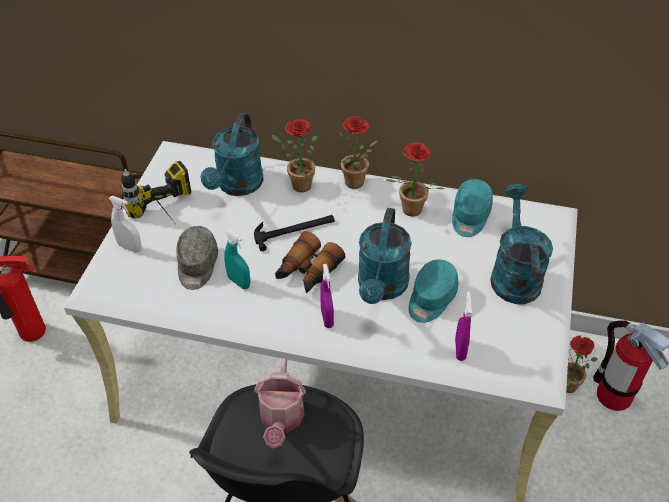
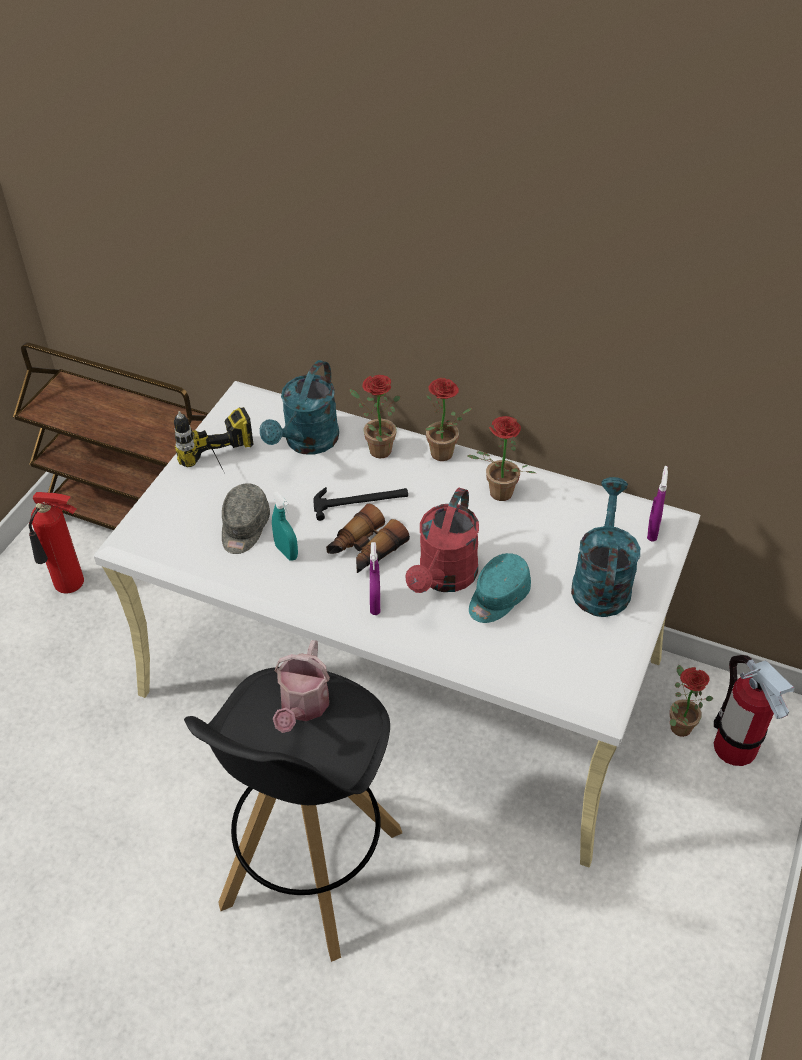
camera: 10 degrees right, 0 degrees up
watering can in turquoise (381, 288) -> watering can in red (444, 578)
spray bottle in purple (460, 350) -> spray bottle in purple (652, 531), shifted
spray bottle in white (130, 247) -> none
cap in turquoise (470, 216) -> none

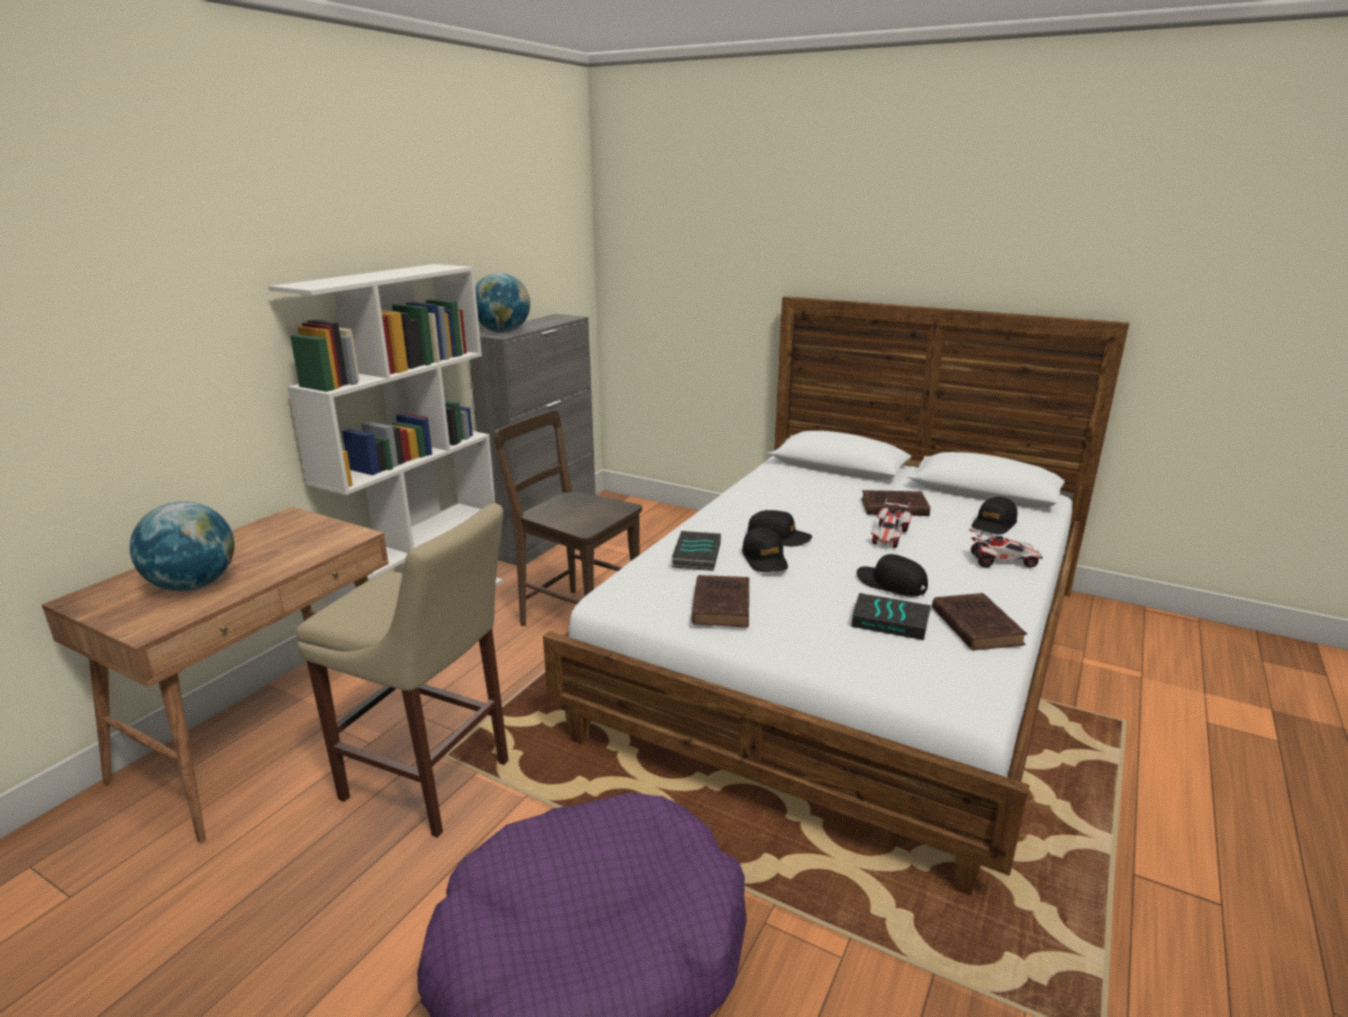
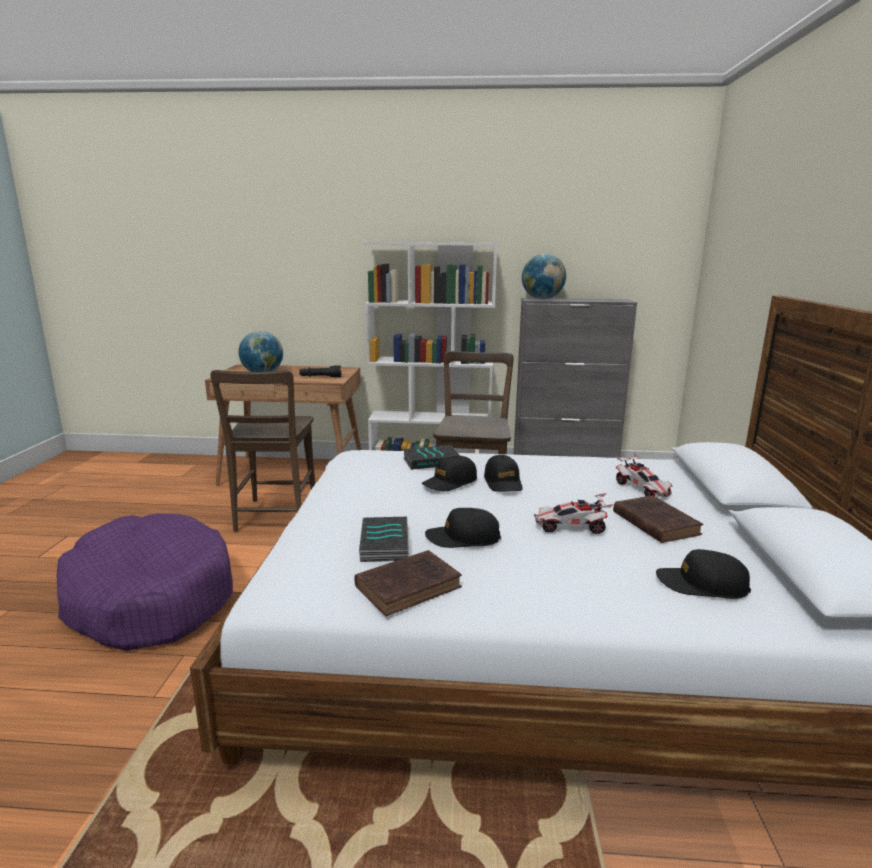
camera: 65 degrees right, 5 degrees down
stool in beige (432, 783) -> chair in brown (275, 518)
none -> flashlight in black (320, 377)
cap in black (891, 584) -> cap in black (463, 538), 105 degrees counterclockwise
toy car (1002, 562) -> toy car (642, 489), shifted
book in brown (721, 604) -> none

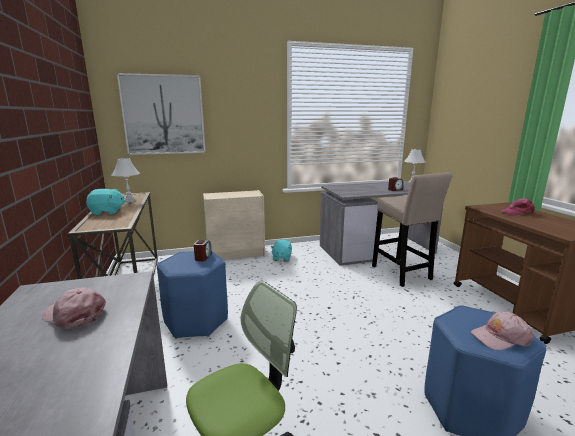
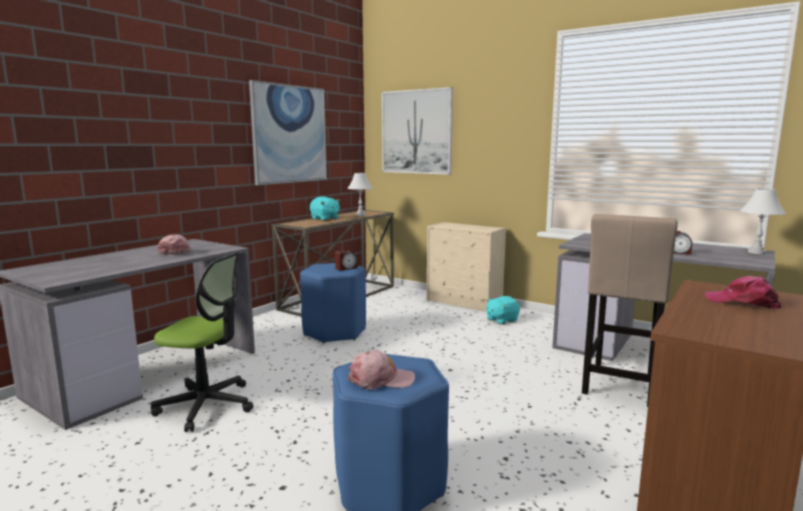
camera: 50 degrees right, 5 degrees down
none -> picture (290, 134)
cap in pink (500, 337) -> cap in pink (380, 379), 135 degrees clockwise

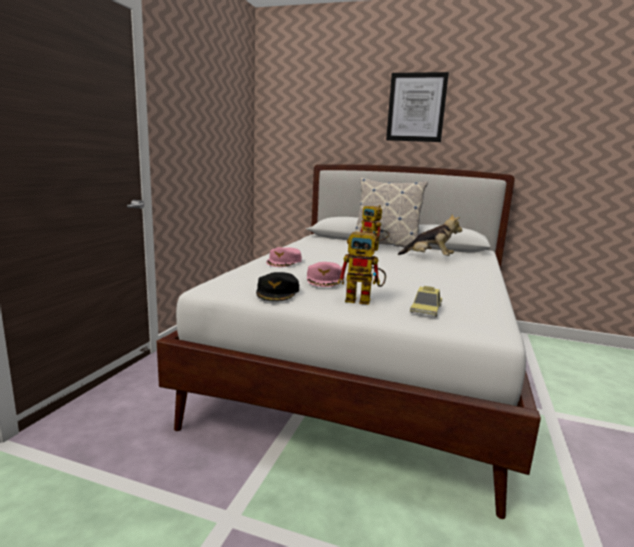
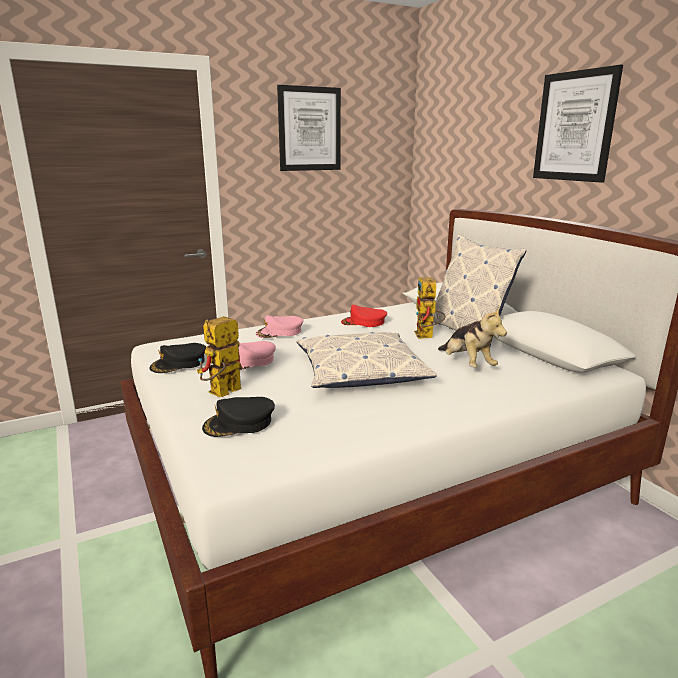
camera: 45 degrees right, 5 degrees up
toy robot (364, 300) -> toy robot (221, 394), 75 degrees clockwise
toy car (426, 309) -> cap in black (239, 423)
none -> picture (309, 129)
none -> pillow (360, 372)
none -> cap in red (364, 322)

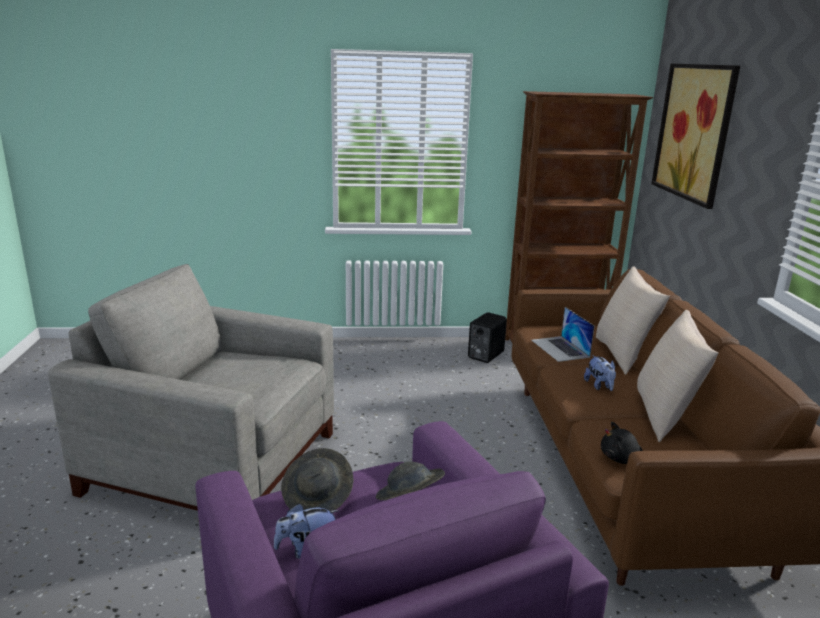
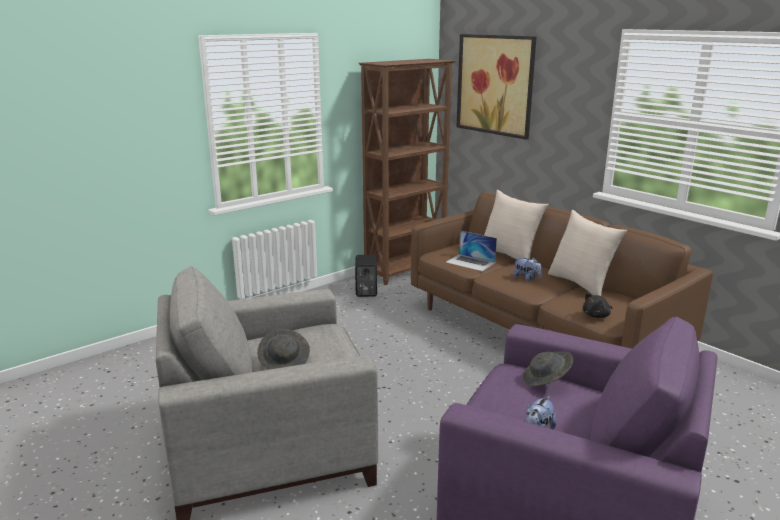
camera: 35 degrees left, 0 degrees up
hat in grey (318, 497) -> hat in grey (285, 361), shifted

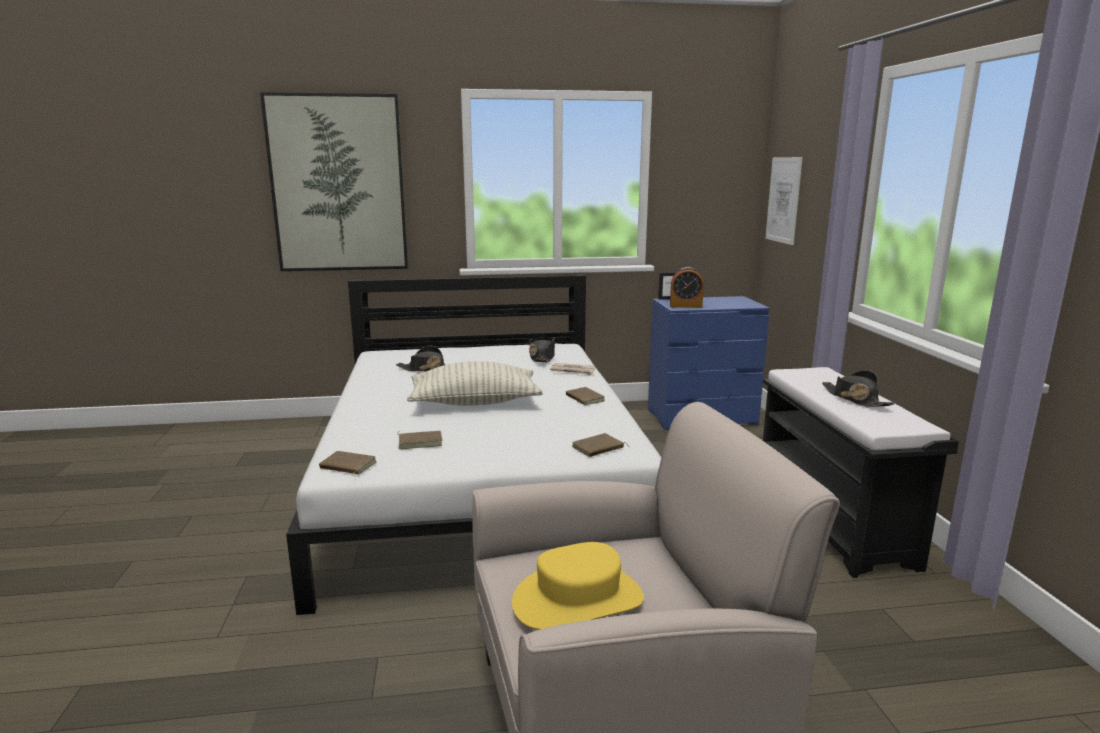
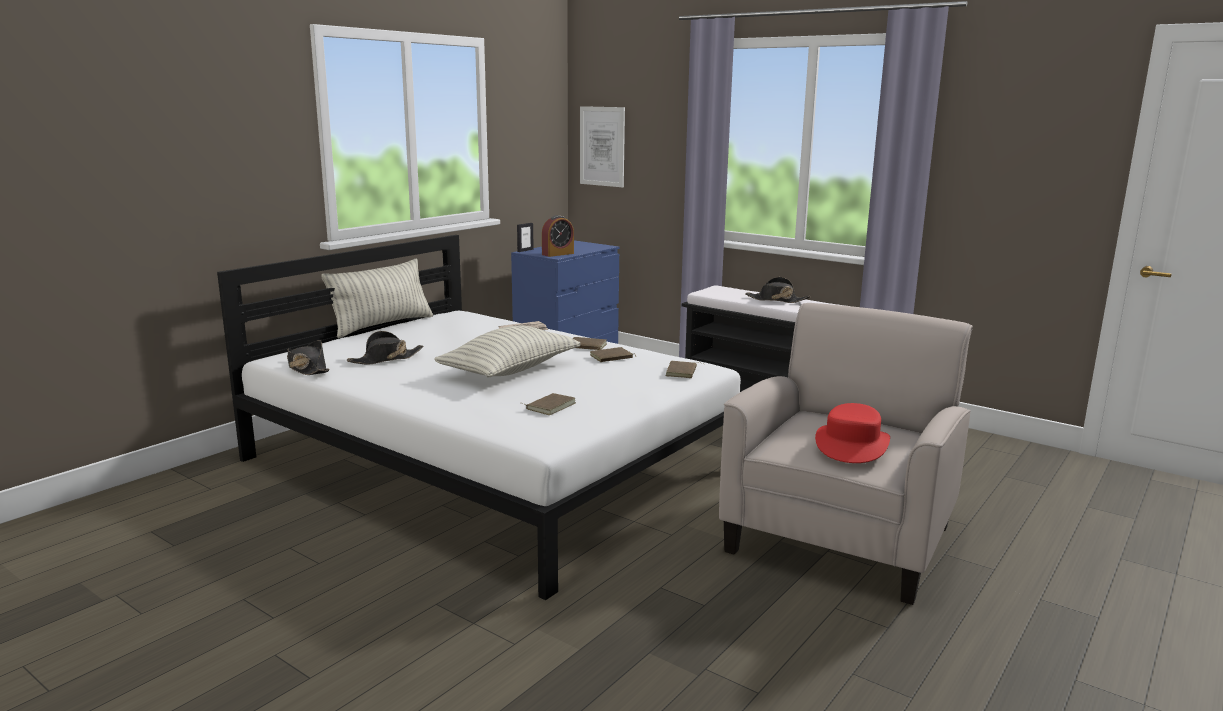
camera: 45 degrees left, 0 degrees up
hat in black (542, 357) -> hat in black (307, 369), shifted
none -> pillow (382, 325)
book in brown (347, 466) -> book in brown (611, 357), shifted
hat in yellow (578, 599) -> hat in red (851, 445)
picture (338, 184) -> none

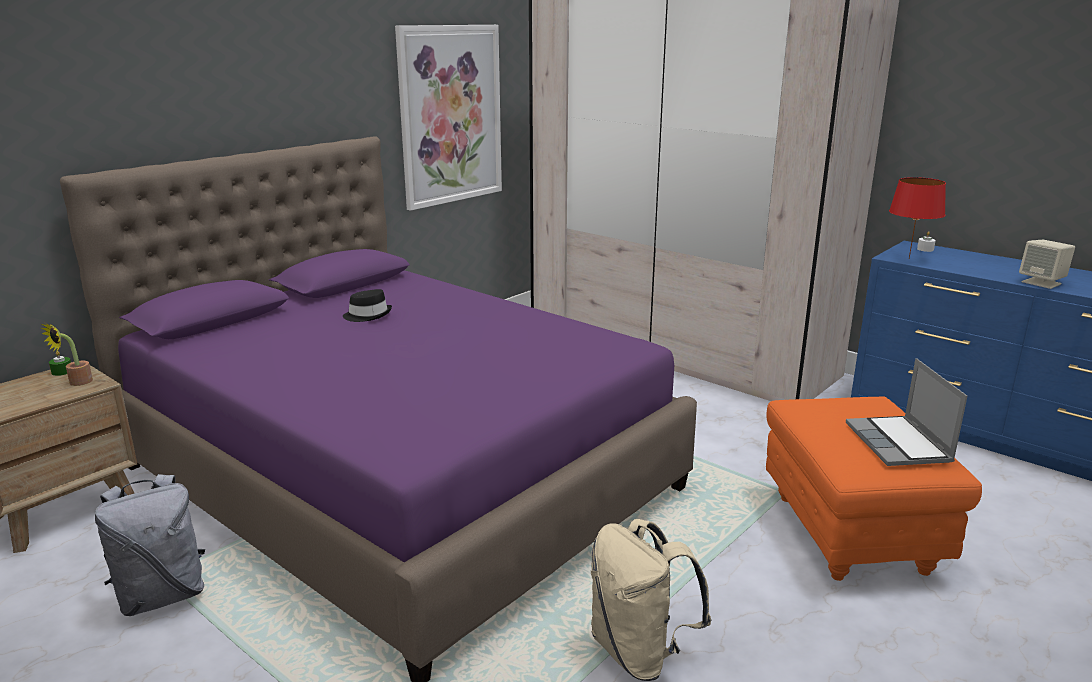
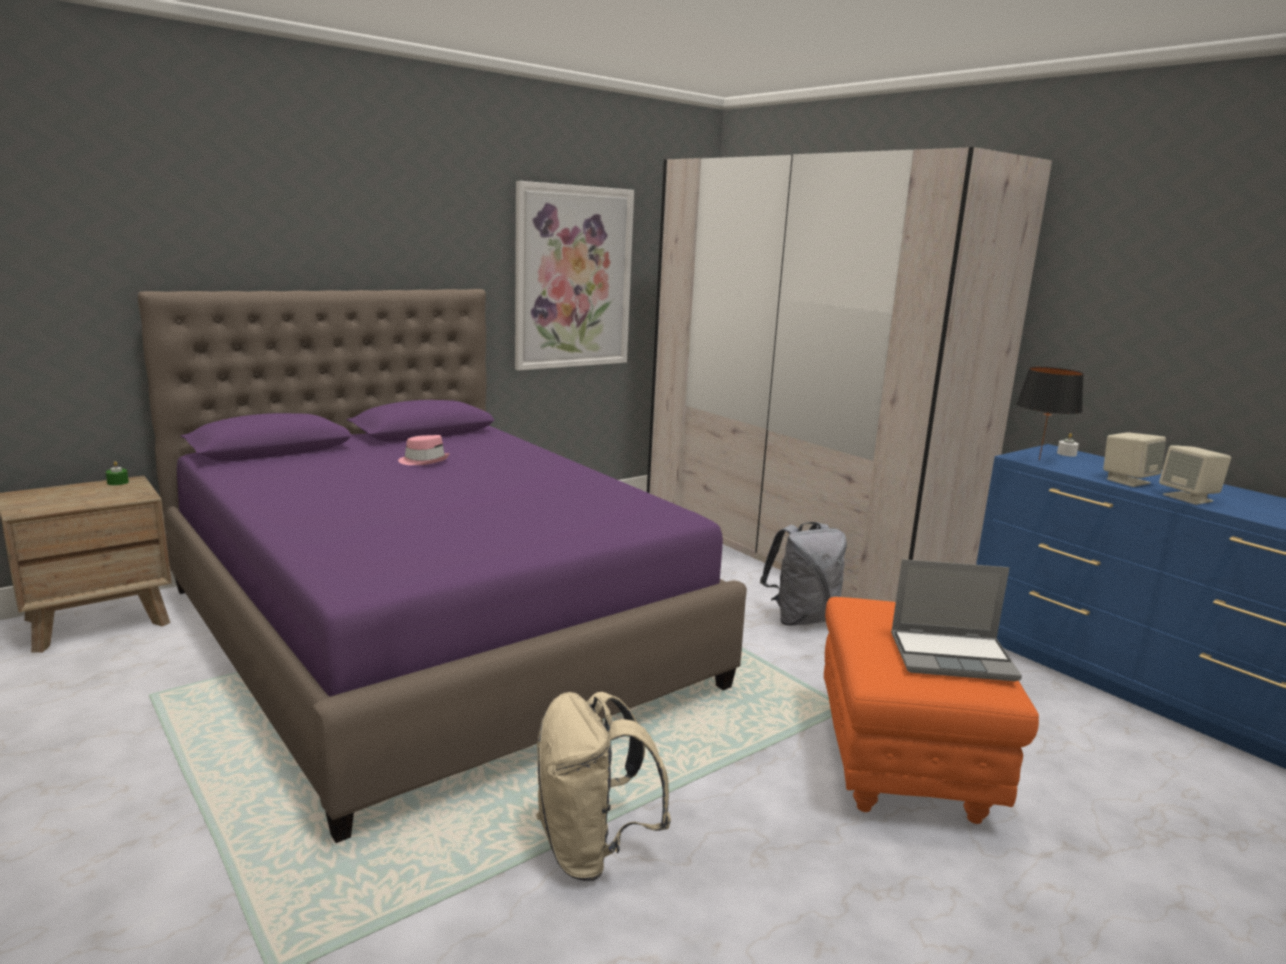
camera: 10 degrees right, 5 degrees down
hat in black (368, 315) -> hat in pink (424, 461)
backpack in grey (162, 595) -> backpack in grey (802, 619), shifted
laptop (899, 444) -> laptop (953, 657), 90 degrees counterclockwise
table lamp in red (908, 258) -> table lamp in black (1038, 460)
none -> speaker in beige (1127, 481)
potted plant (76, 383) -> none

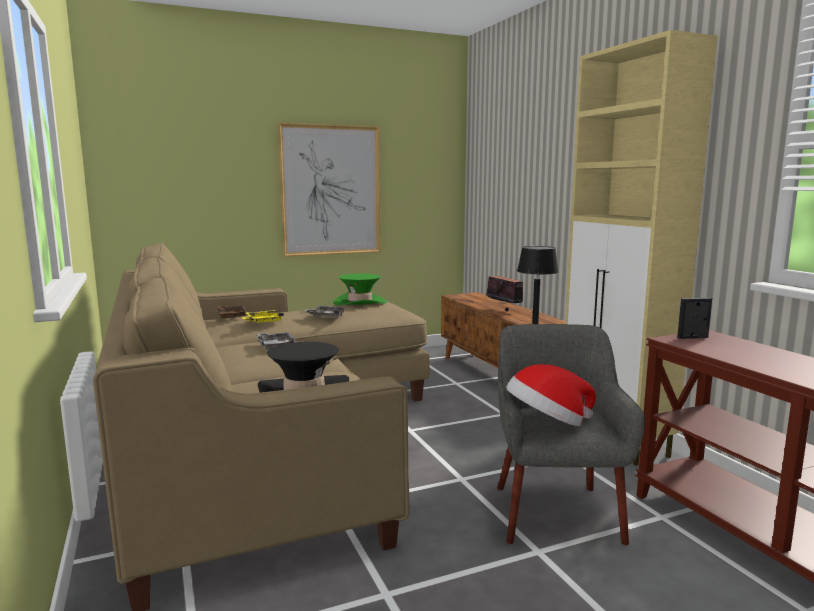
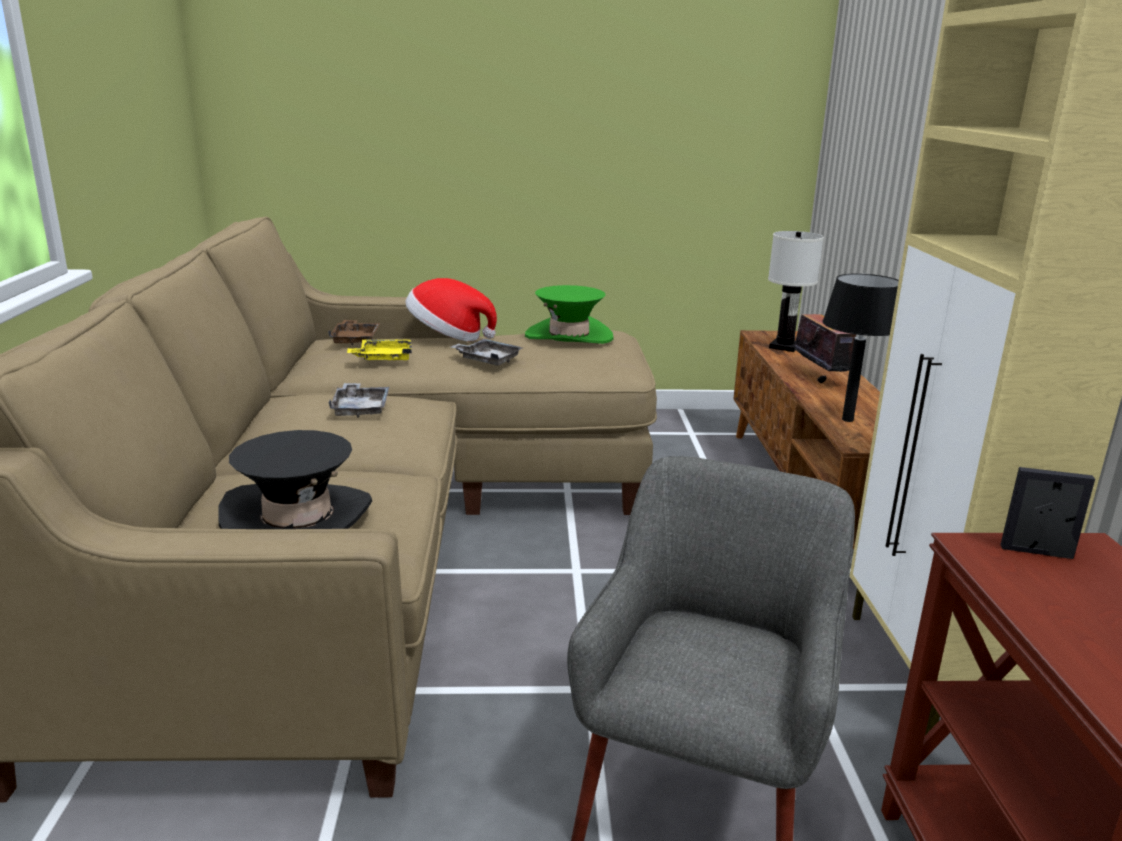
camera: 20 degrees right, 10 degrees up
hat (547, 423) -> hat (448, 337), shifted
none -> table lamp in white (784, 347)
picture (331, 190) -> none

